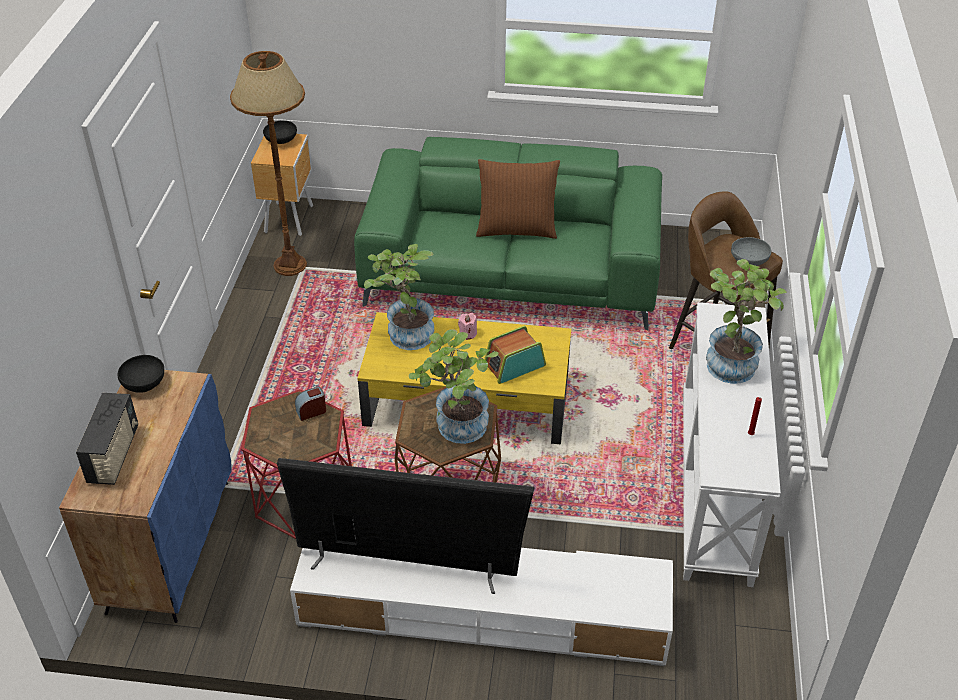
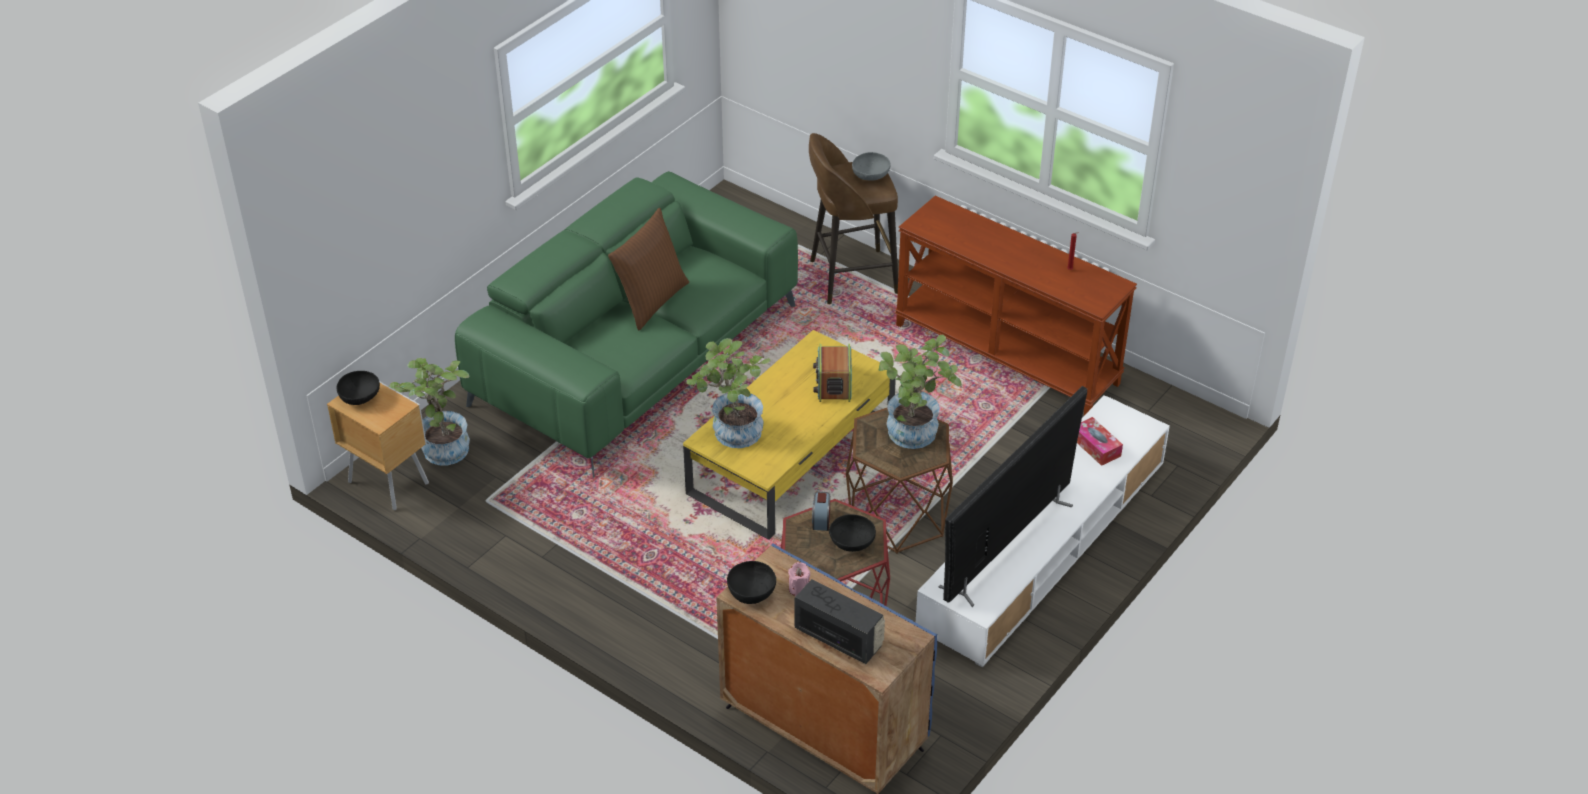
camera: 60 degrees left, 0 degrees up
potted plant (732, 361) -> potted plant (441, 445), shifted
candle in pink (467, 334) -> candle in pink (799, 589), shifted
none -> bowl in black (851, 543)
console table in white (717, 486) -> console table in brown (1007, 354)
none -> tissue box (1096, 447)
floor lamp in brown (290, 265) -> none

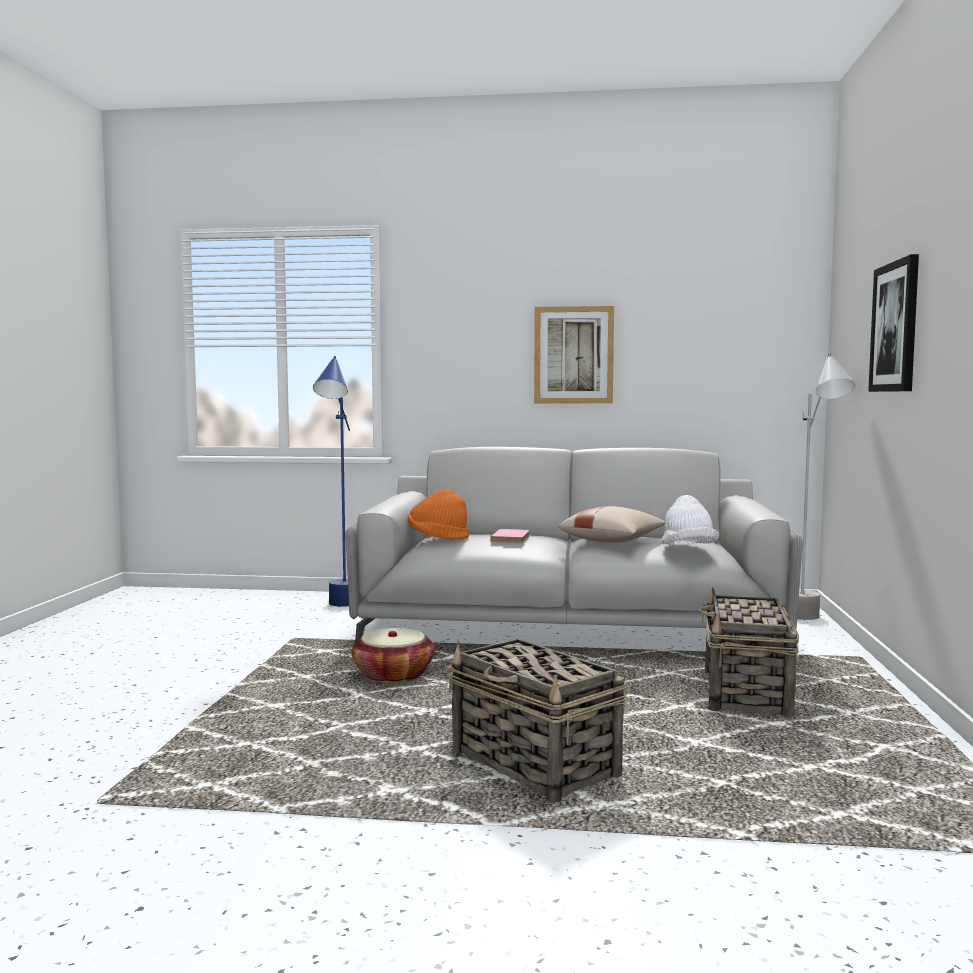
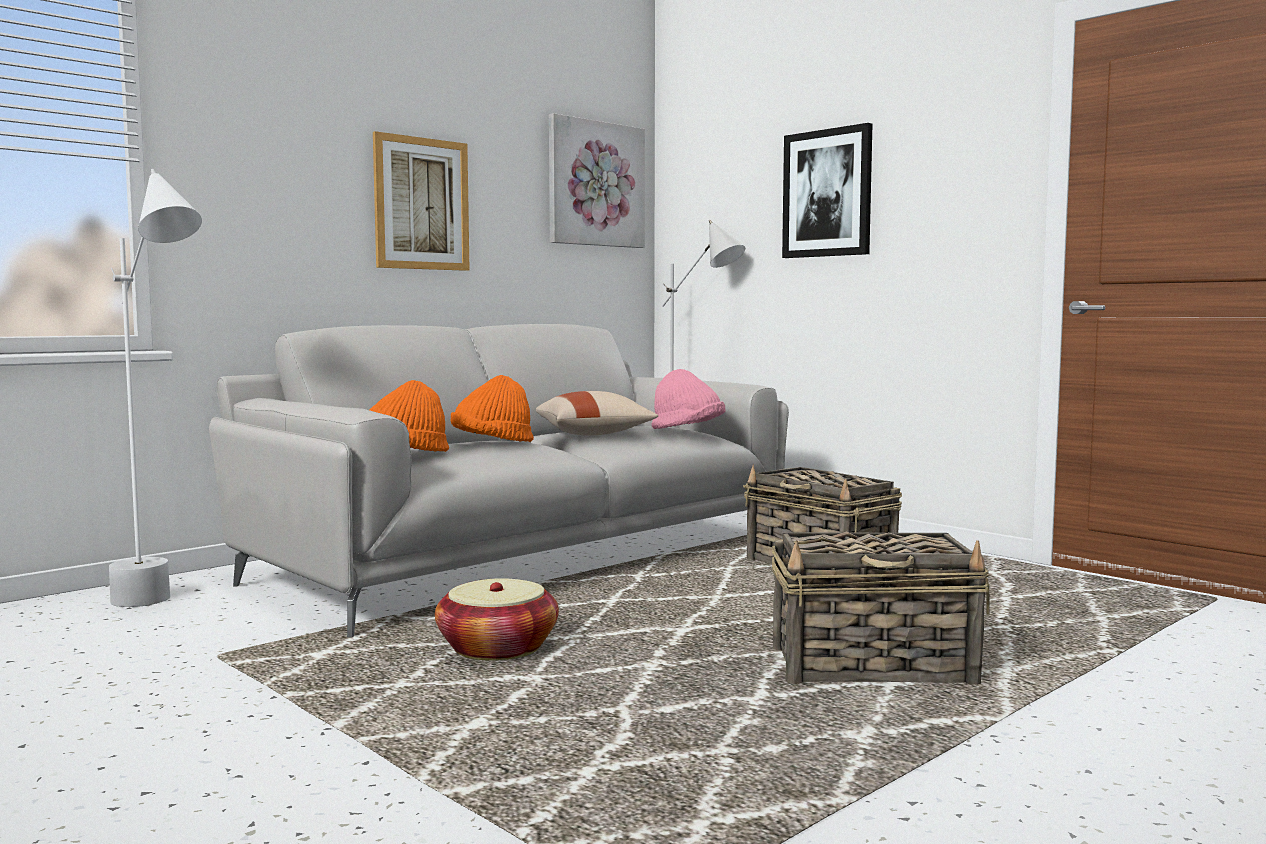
camera: 50 degrees left, 0 degrees up
floor lamp in blue (340, 609) -> floor lamp in white (162, 607)
book in pink (512, 538) -> hat in orange (492, 444)
none -> picture (595, 184)
hat in white (688, 549) -> hat in pink (687, 430)

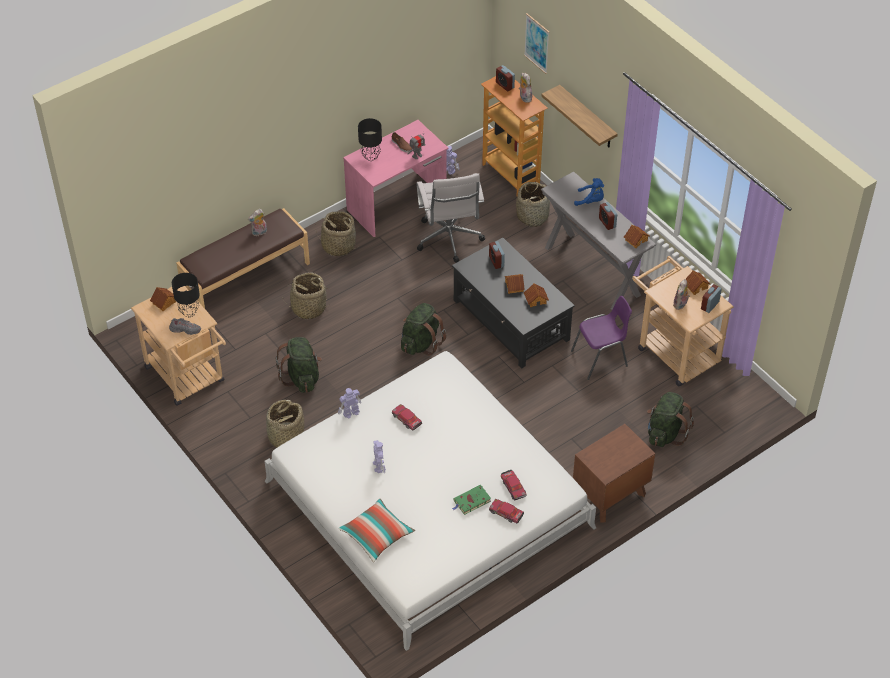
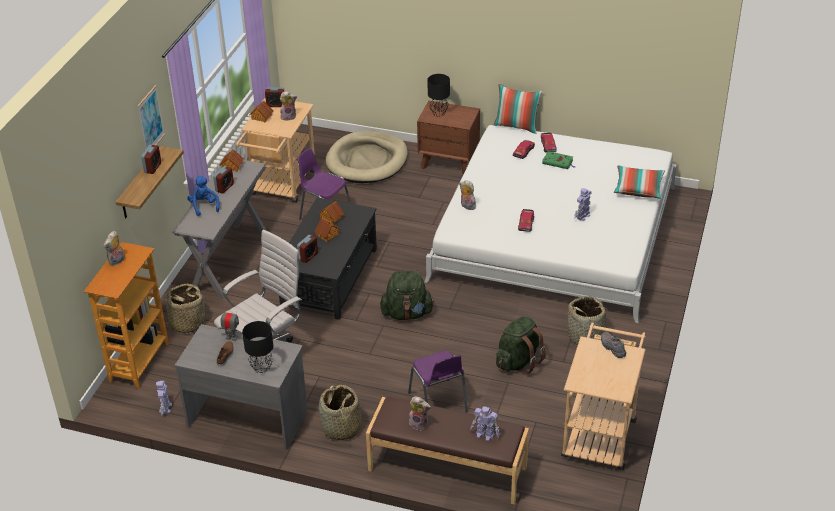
camera: 125 degrees left, 10 degrees down
picture (537, 43) -> picture (150, 120), shifted
alarm clock (505, 85) -> alarm clock (152, 168), shifted
desk in pink (397, 205) -> desk in grey (247, 417)
backpack in green (665, 433) -> dog bed in beige (367, 161)
basket (308, 308) -> chair in purple (438, 403)
table lamp in black (189, 312) -> table lamp in black (439, 113), shifted
none -> plush toy (467, 206)
toy robot (350, 413) -> toy robot (485, 435), shifted
none -> pillow (517, 126)
toy house (164, 303) -> none

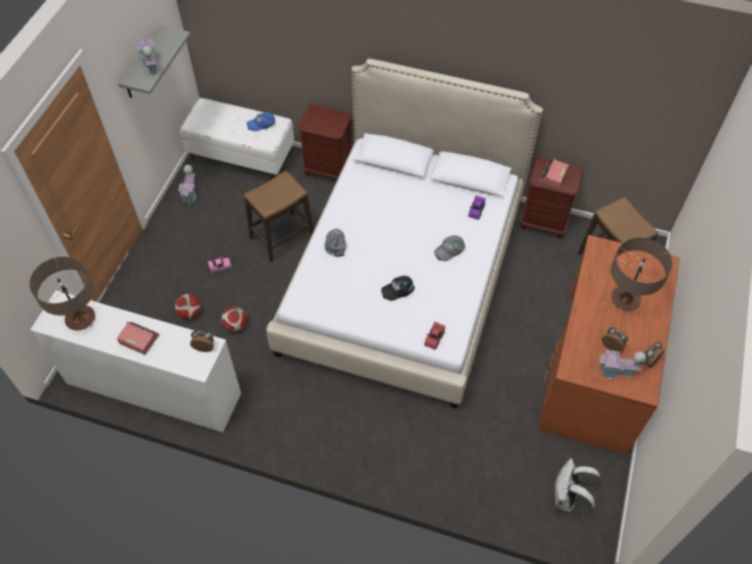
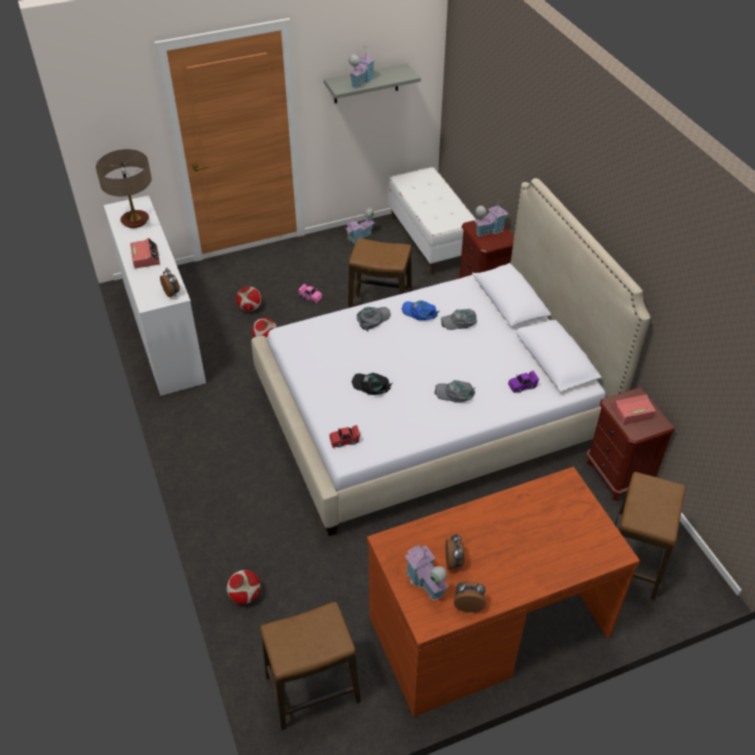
camera: 50 degrees right, 10 degrees down
none -> football (245, 595)
backpack in white (567, 498) -> stool (312, 690)
cap in blue (262, 123) -> cap in blue (419, 312), shifted
none -> cap in grey (459, 321)
none -> toy house (489, 230)
table lamp (625, 300) -> none

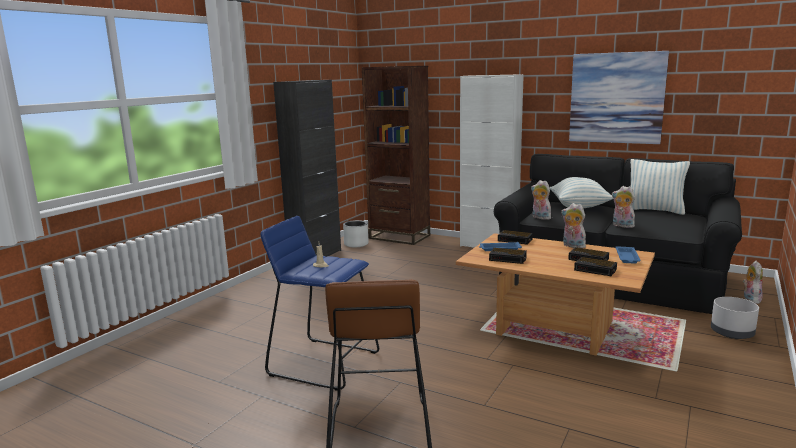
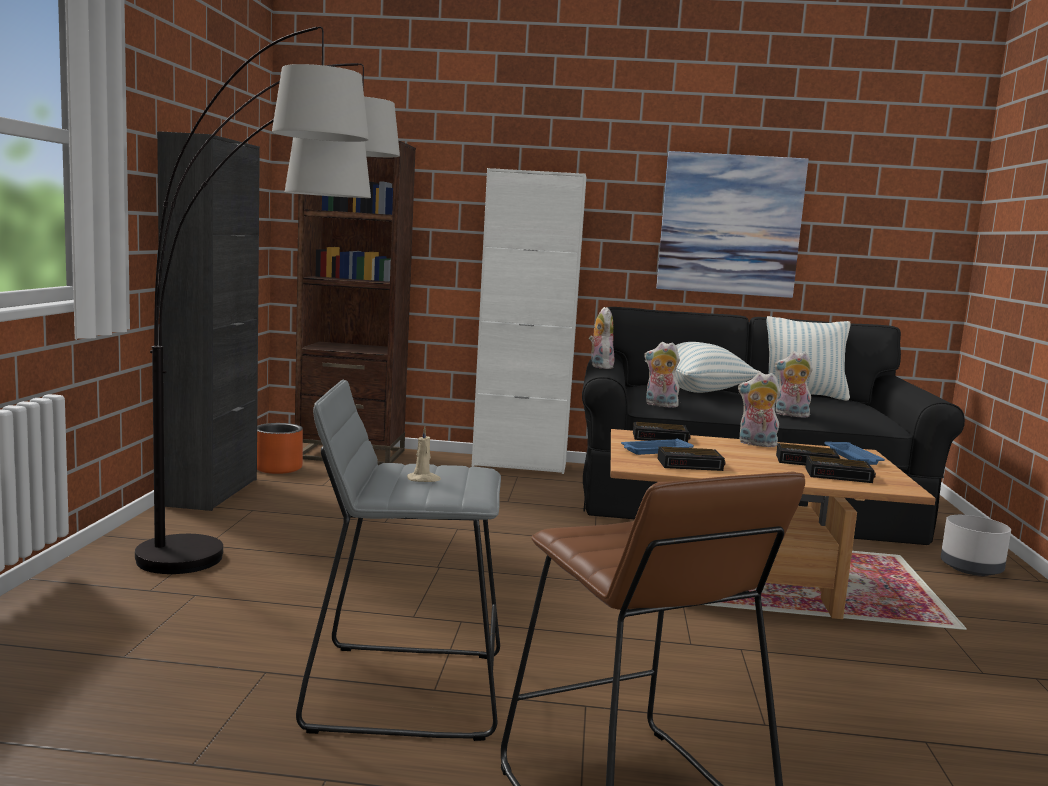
camera: 25 degrees left, 5 degrees down
none -> floor lamp (281, 565)
planter in white (356, 244) -> planter in orange (278, 468)
stool in blue (325, 363) -> stool in grey (406, 689)
plush toy (750, 299) -> plush toy (599, 366), shifted

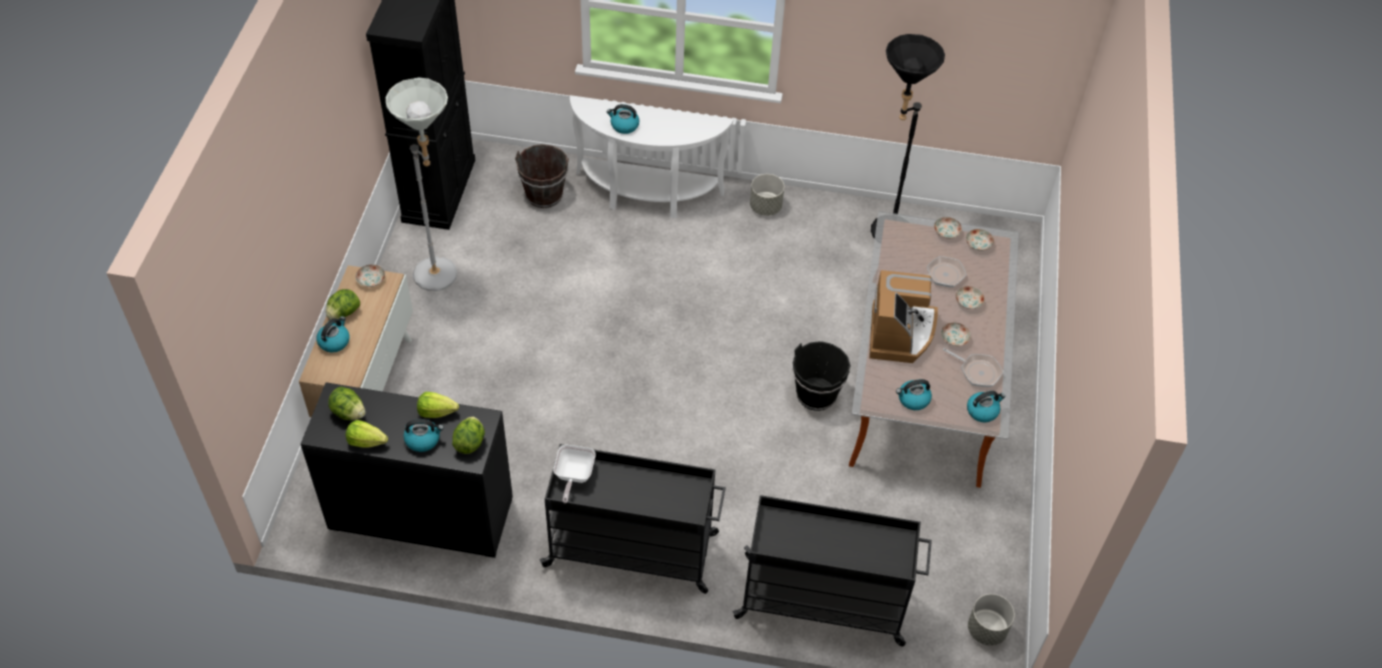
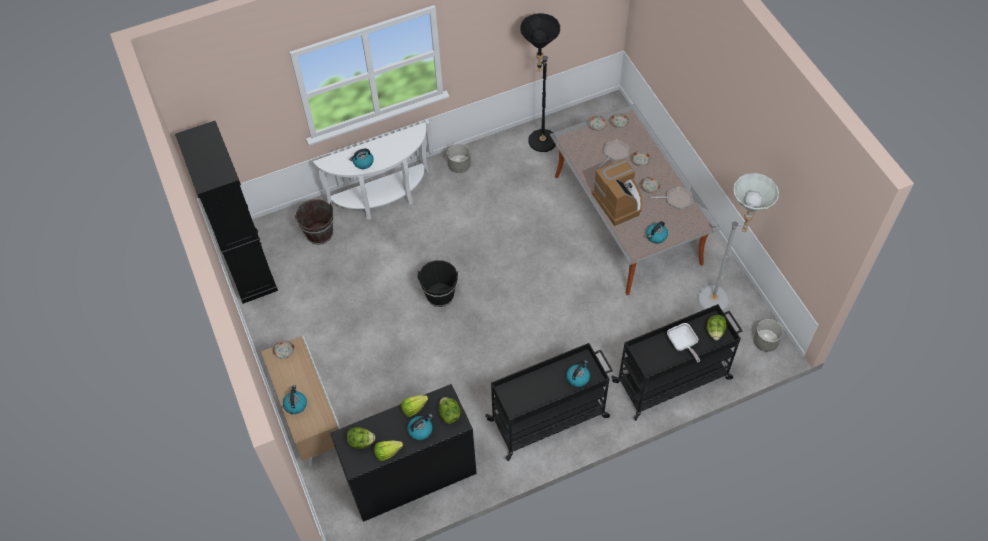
camera: 30 degrees left, 5 degrees up
bucket in black (816, 394) -> bucket in black (440, 295), shifted
kettle (982, 411) -> kettle (578, 377), shifted
frying pan (573, 476) -> frying pan (682, 345), shifted
floor lamp in grey (442, 279) -> floor lamp in grey (720, 299), shifted
lettuce (344, 313) -> lettuce (714, 331), shifted

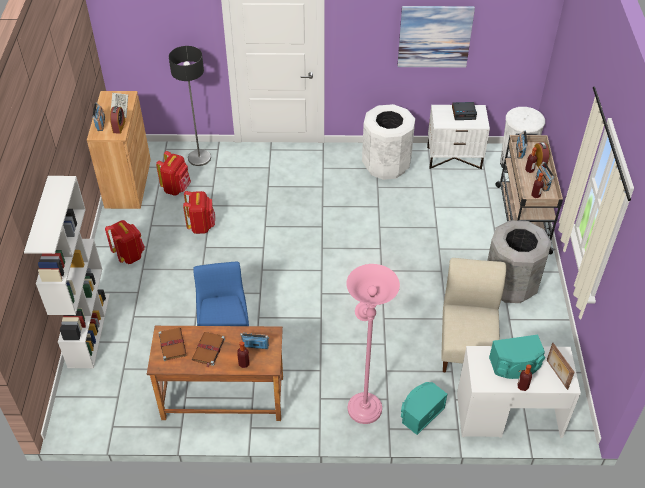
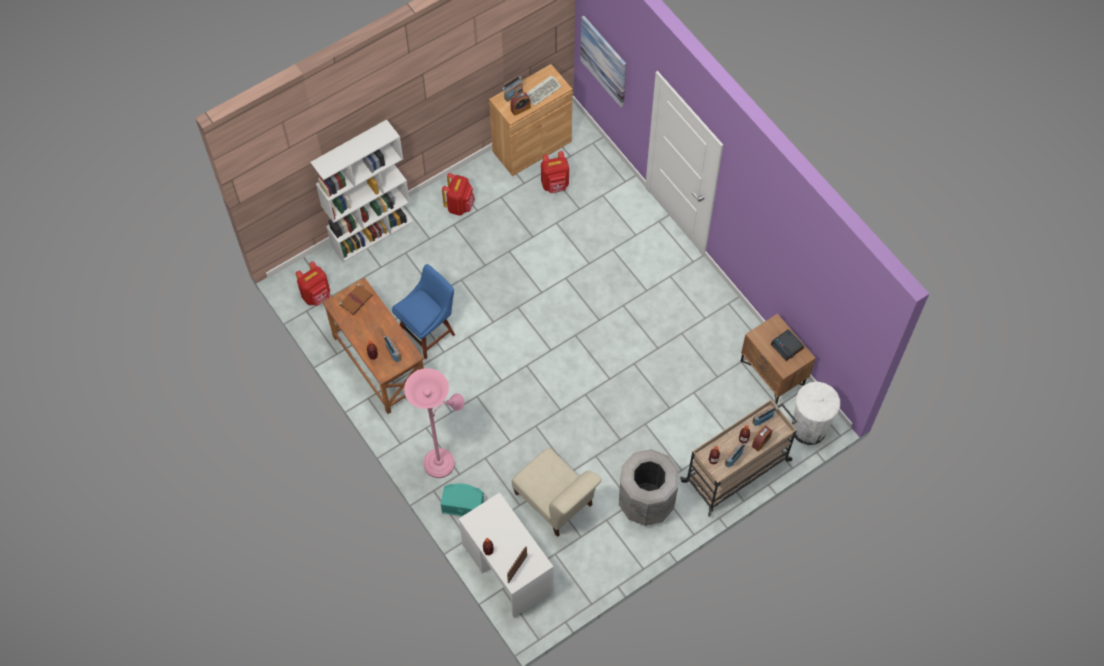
camera: 55 degrees right, 15 degrees up
backpack in red (201, 226) -> backpack in red (316, 295), shifted
chair in beige (467, 344) -> chair in beige (555, 502), 75 degrees clockwise
picture (434, 36) -> picture (604, 61), shifted
nightstand in white (454, 157) -> nightstand in brown (773, 373)
floor lamp (199, 158) -> none
book in brown (208, 350) -> none
trash can in white (386, 165) -> none
speaker in turquoise (515, 365) -> none

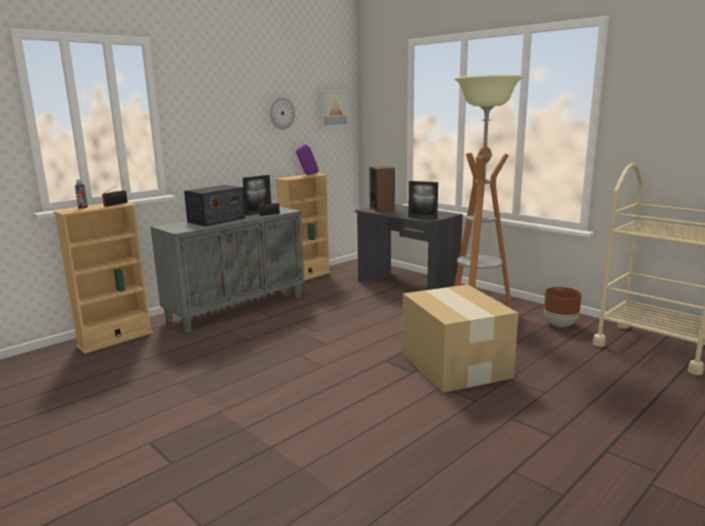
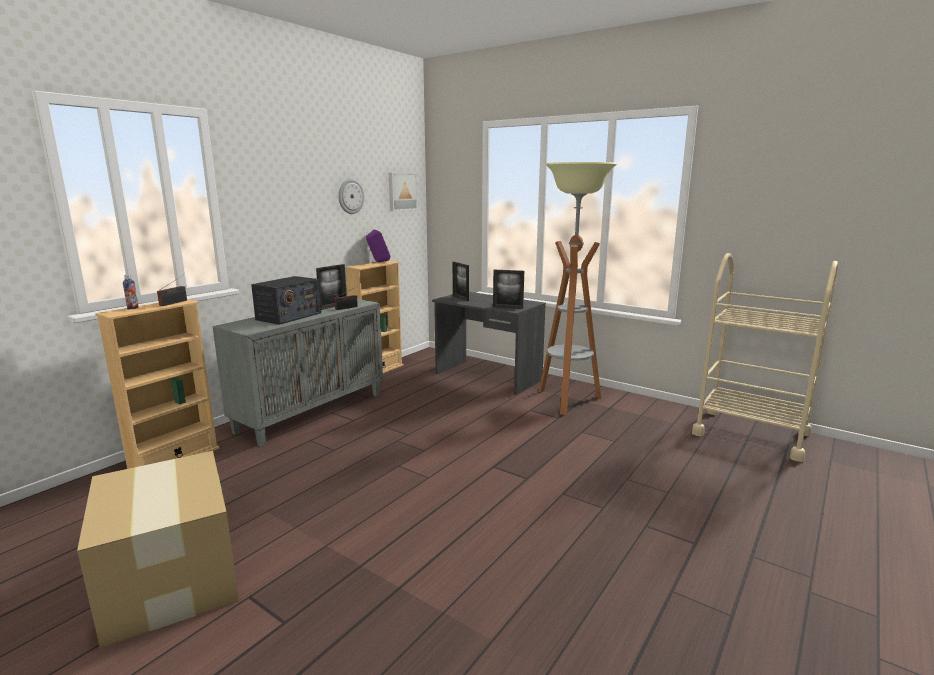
camera: 10 degrees left, 0 degrees up
cardboard box (455, 364) -> cardboard box (172, 577), shifted
speaker (382, 209) -> picture frame (460, 298)
planter in brown (560, 324) -> none

